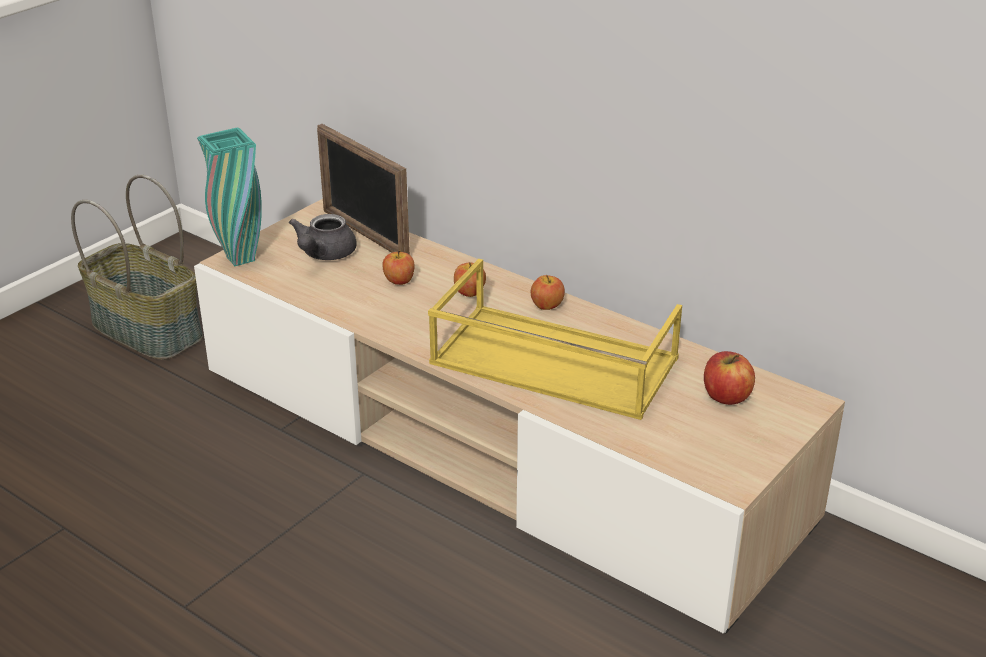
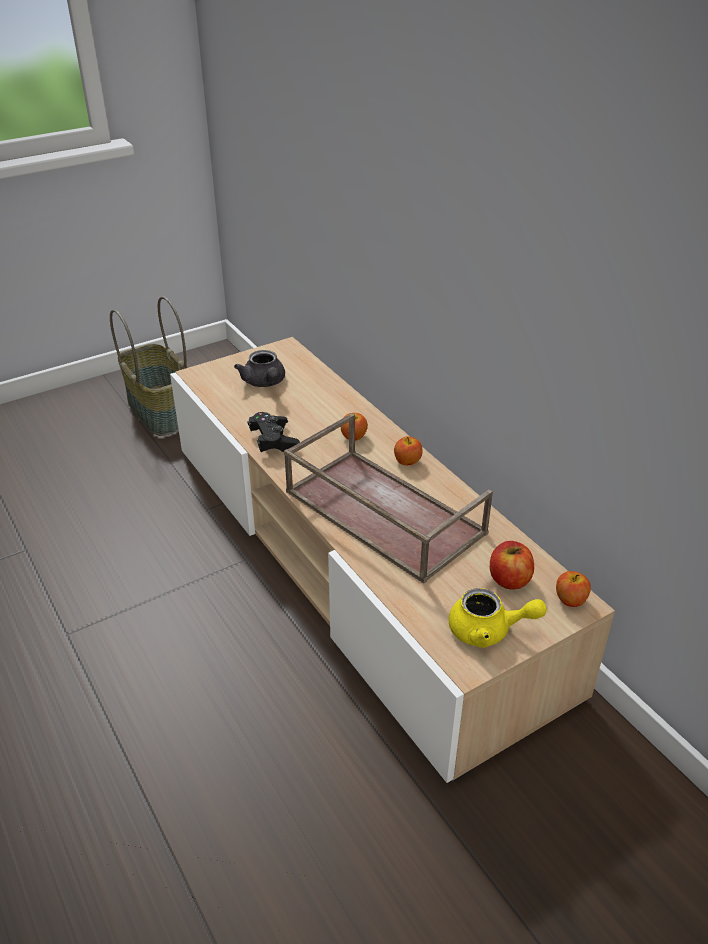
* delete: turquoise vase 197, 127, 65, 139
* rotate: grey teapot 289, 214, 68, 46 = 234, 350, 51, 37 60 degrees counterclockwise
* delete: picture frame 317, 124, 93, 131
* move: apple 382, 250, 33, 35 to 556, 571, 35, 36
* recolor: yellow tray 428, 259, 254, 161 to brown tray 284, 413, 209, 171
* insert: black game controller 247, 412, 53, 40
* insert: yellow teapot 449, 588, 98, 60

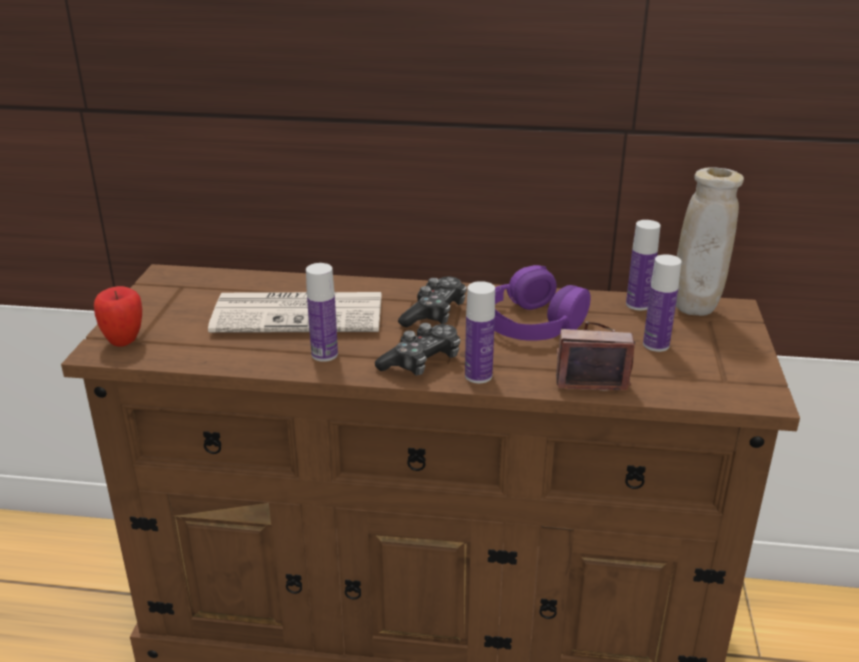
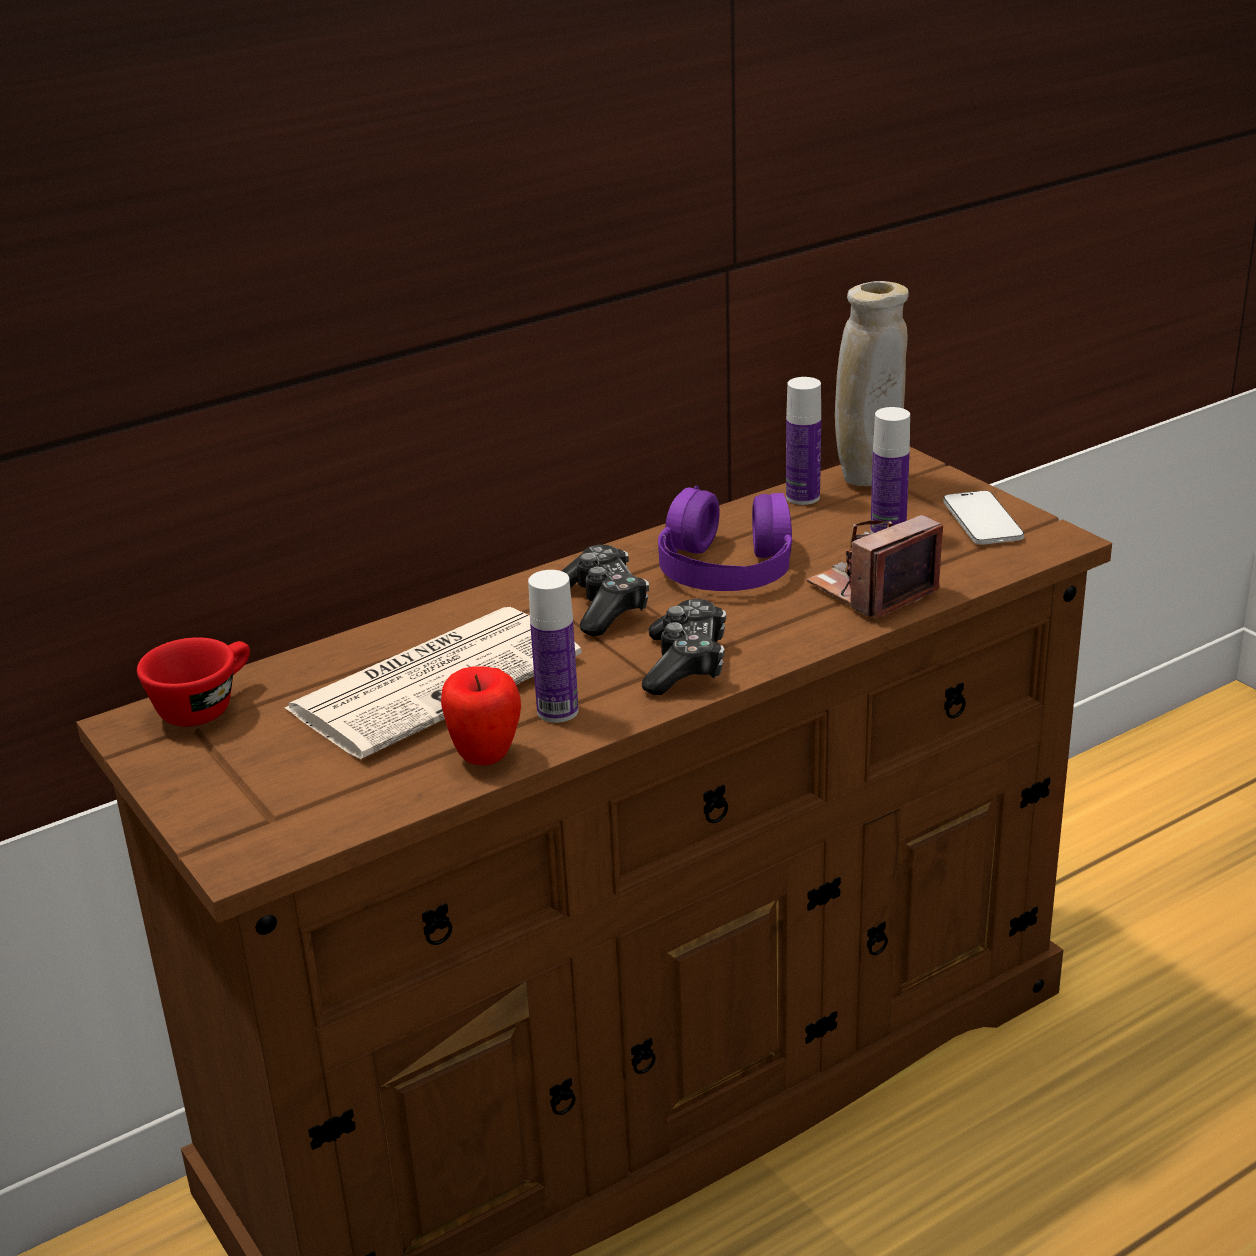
* move: apple 94, 286, 48, 61 to 441, 666, 80, 99
* delete: bottle 465, 281, 30, 102
* insert: red cup 137, 637, 113, 90
* insert: phone 943, 491, 81, 54

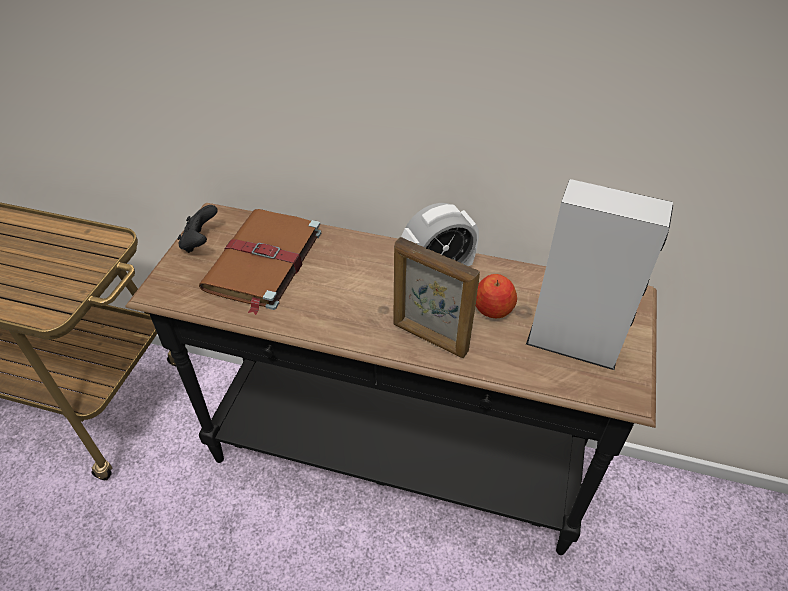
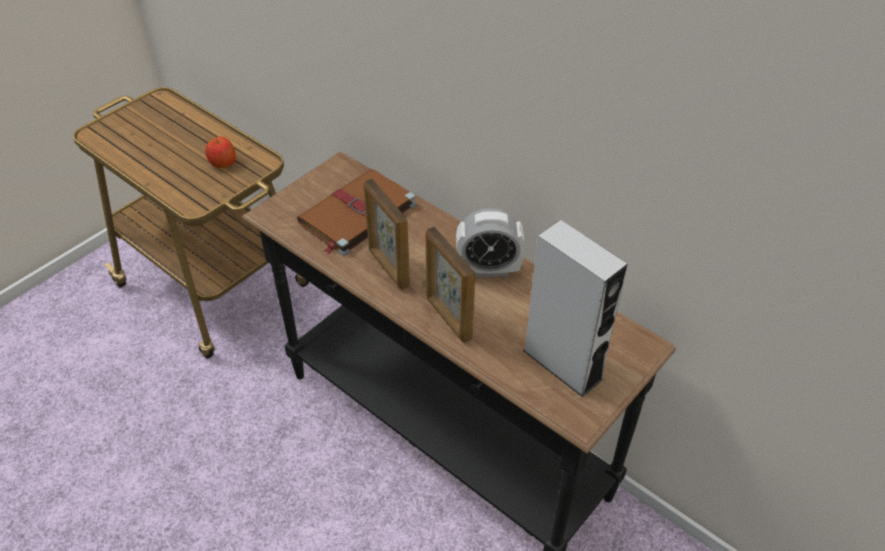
* delete: black game controller 177, 205, 41, 48
* move: apple 476, 274, 41, 44 to 205, 136, 31, 32
* insert: picture frame 364, 179, 46, 111

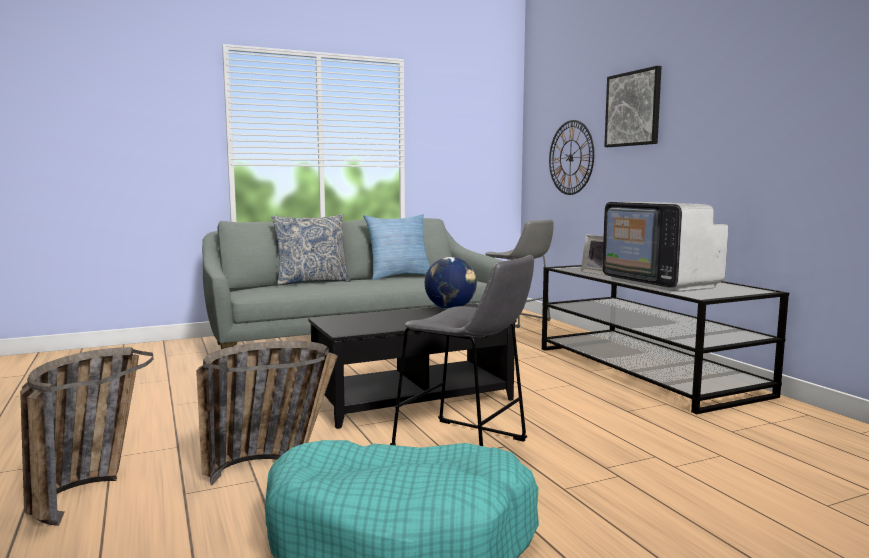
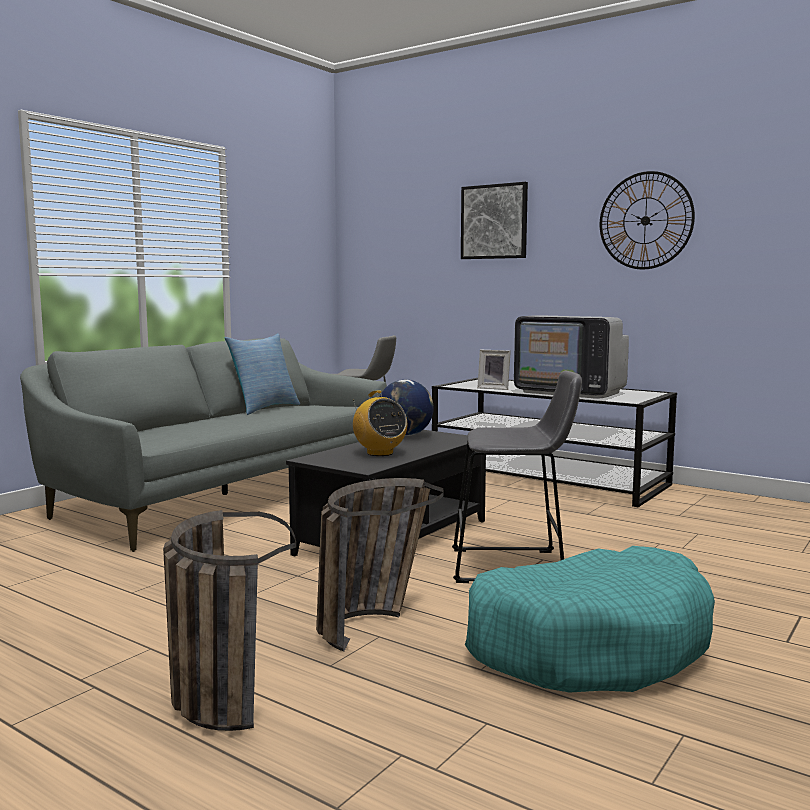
* delete: pillow 272, 214, 79, 71
* move: wall clock 549, 120, 45, 75 to 600, 171, 95, 99
* insert: radio 353, 390, 54, 66

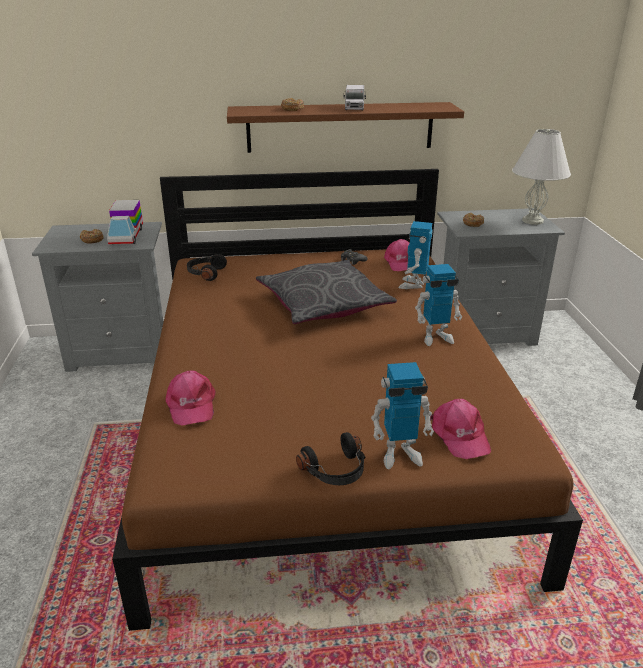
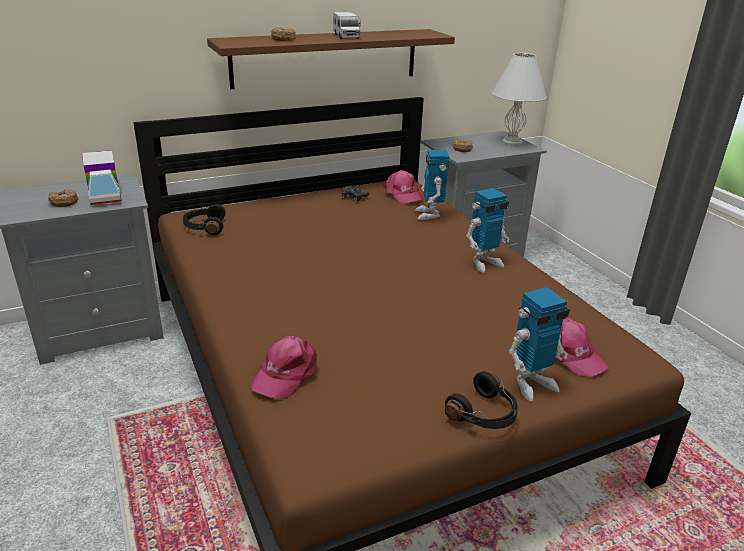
* rotate: pink cap 166, 370, 50, 56 = 251, 336, 66, 63 60 degrees clockwise
* delete: grey pillow 256, 260, 141, 64

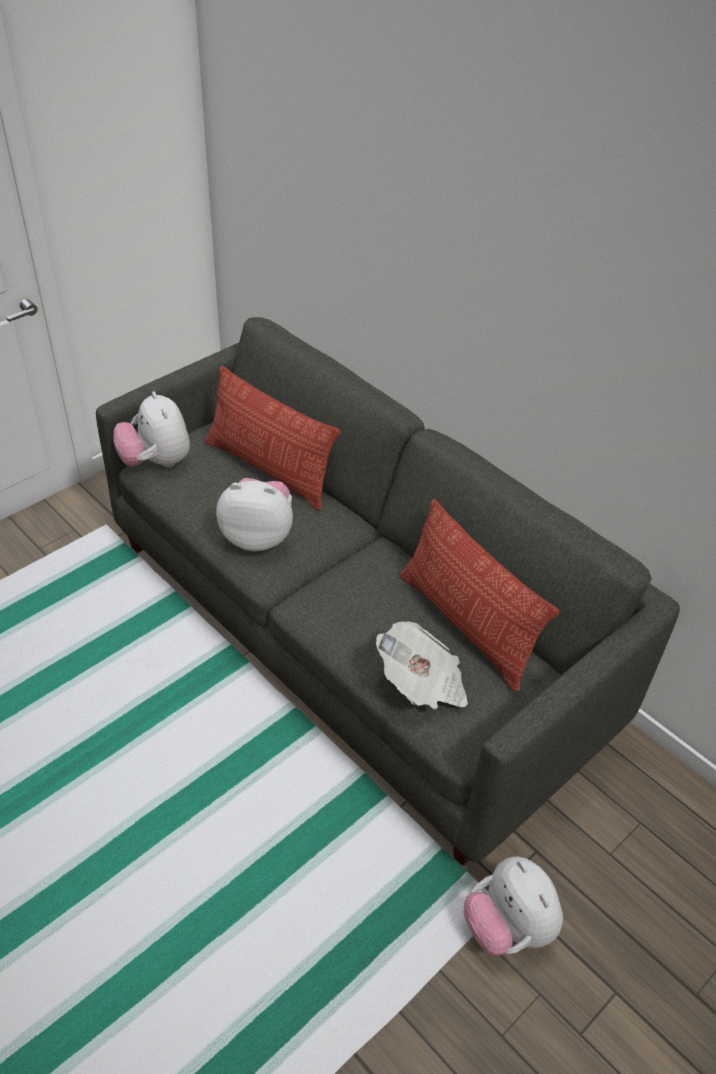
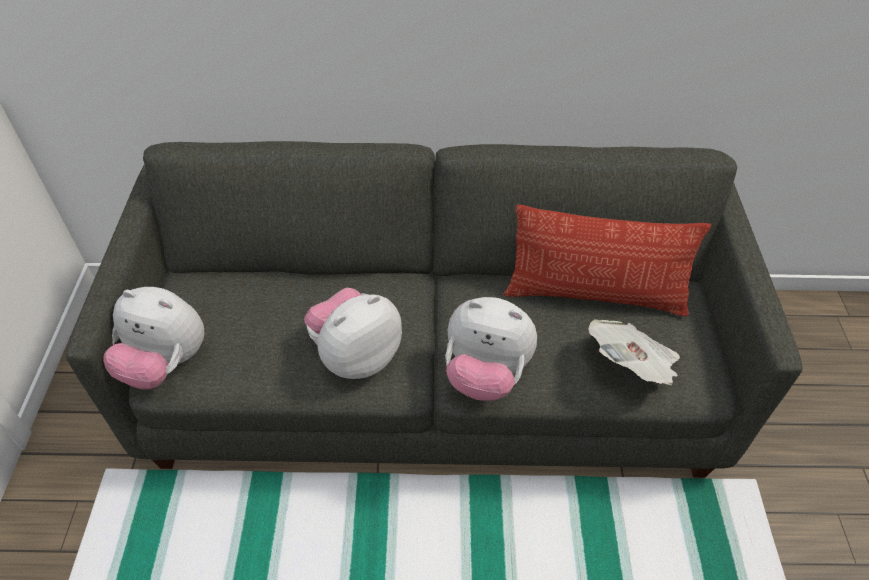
* delete: pillow 205, 365, 135, 145
* move: plush toy 464, 856, 99, 100 to 445, 297, 92, 104

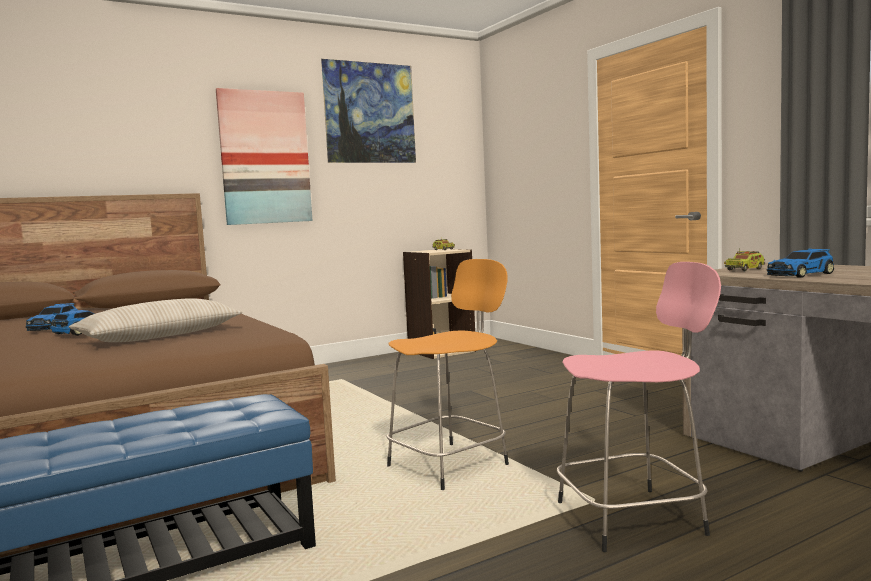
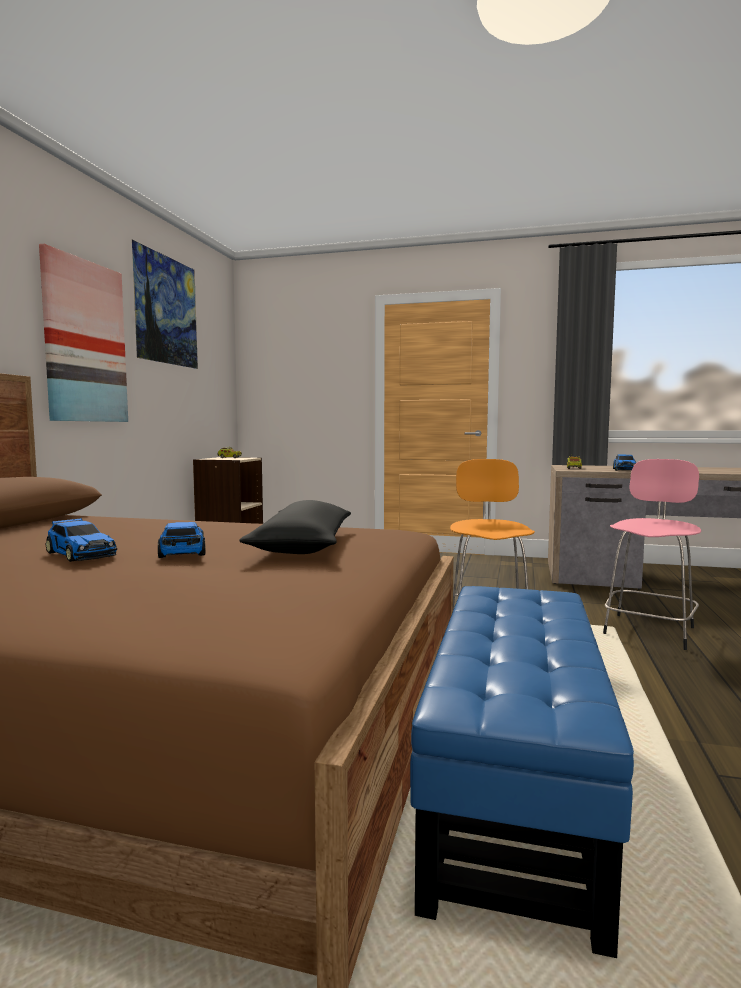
* recolor: beige pillow 69, 298, 173, 44 to black pillow 239, 500, 112, 54

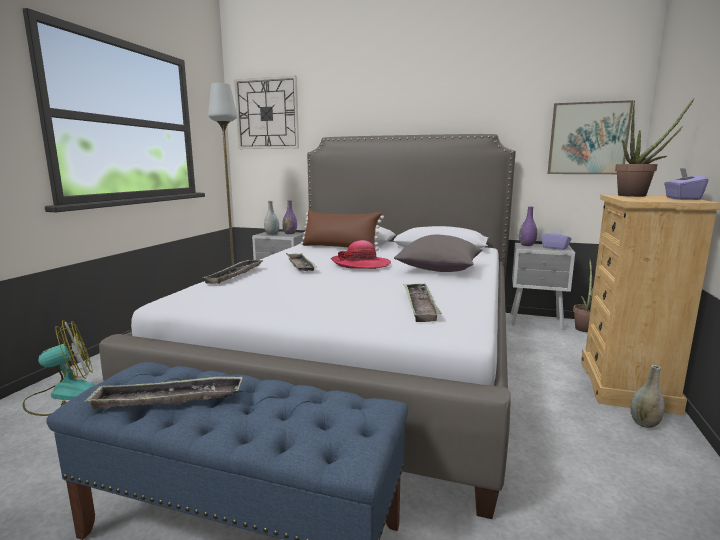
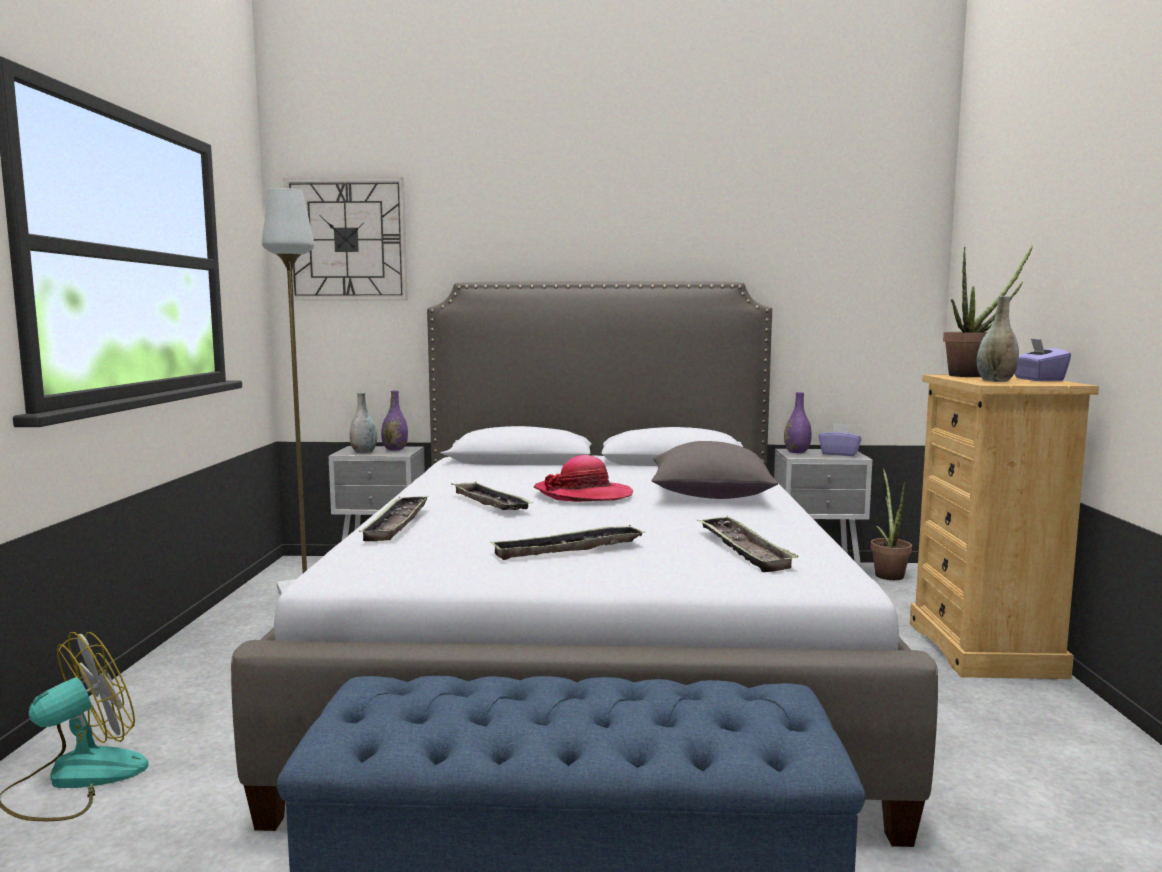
* move: tray 84, 376, 159, 33 to 490, 525, 155, 35
* delete: brown pillow 301, 210, 83, 41
* delete: picture 548, 100, 86, 74
* move: grey vase 630, 365, 35, 63 to 977, 296, 42, 86

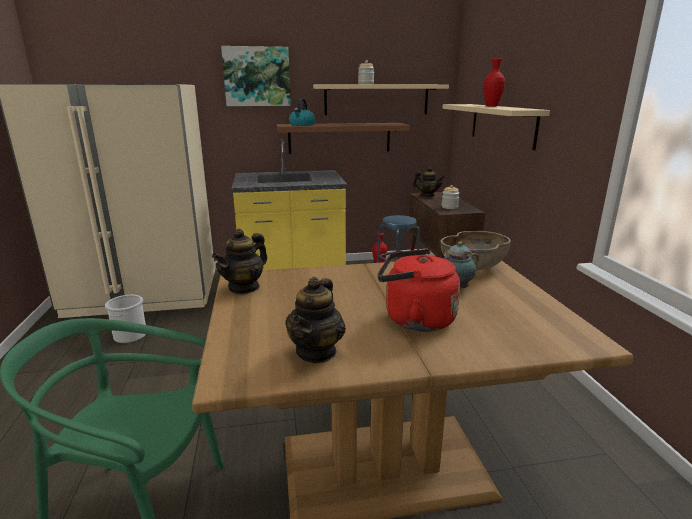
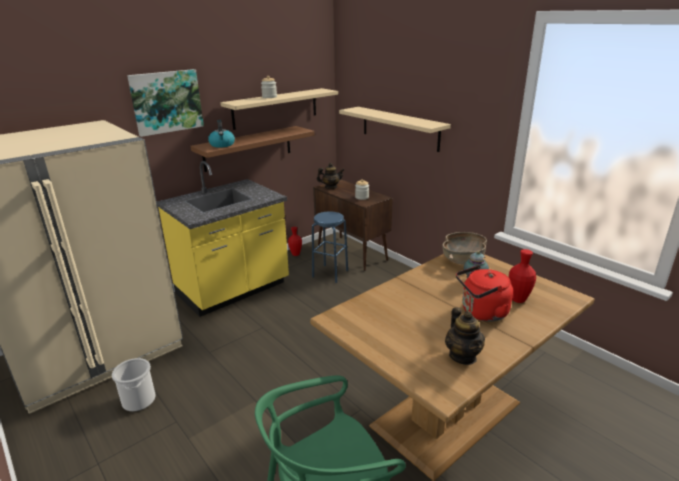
* delete: teapot 212, 228, 55, 66
* move: red vase 483, 58, 22, 48 to 509, 249, 27, 54

